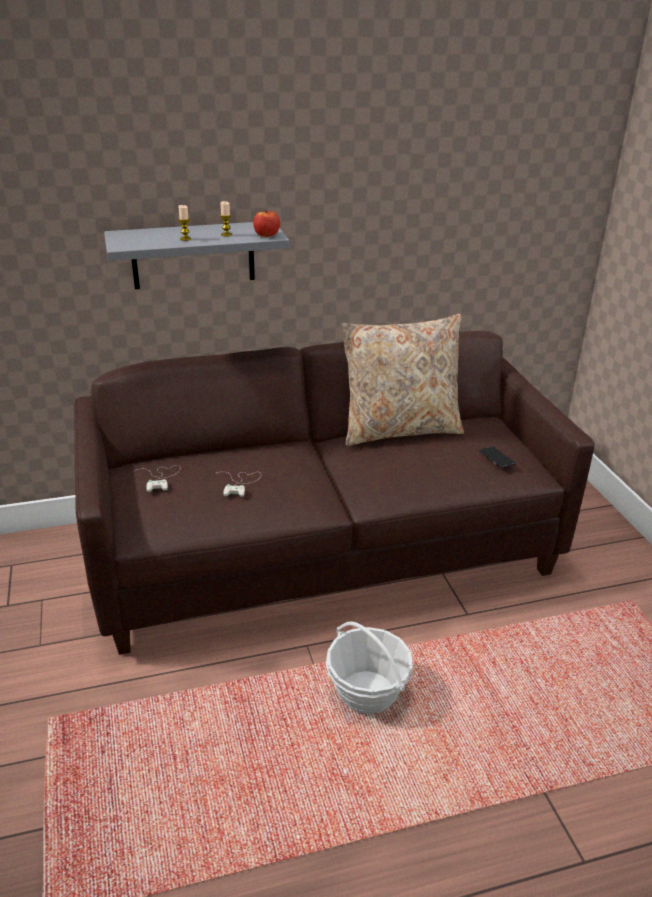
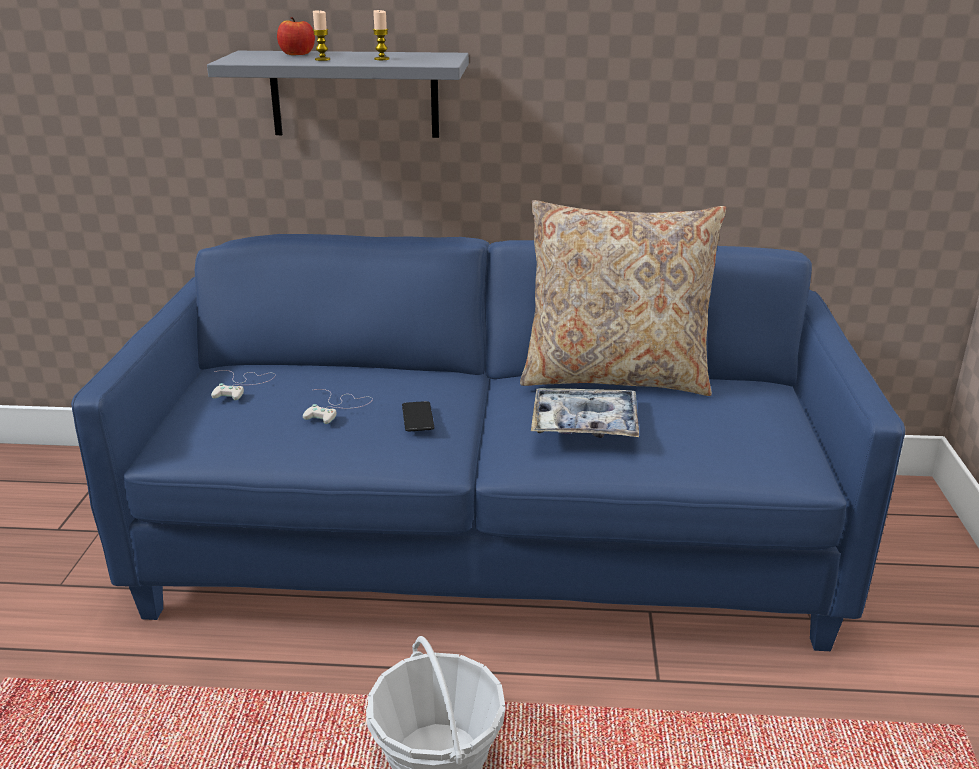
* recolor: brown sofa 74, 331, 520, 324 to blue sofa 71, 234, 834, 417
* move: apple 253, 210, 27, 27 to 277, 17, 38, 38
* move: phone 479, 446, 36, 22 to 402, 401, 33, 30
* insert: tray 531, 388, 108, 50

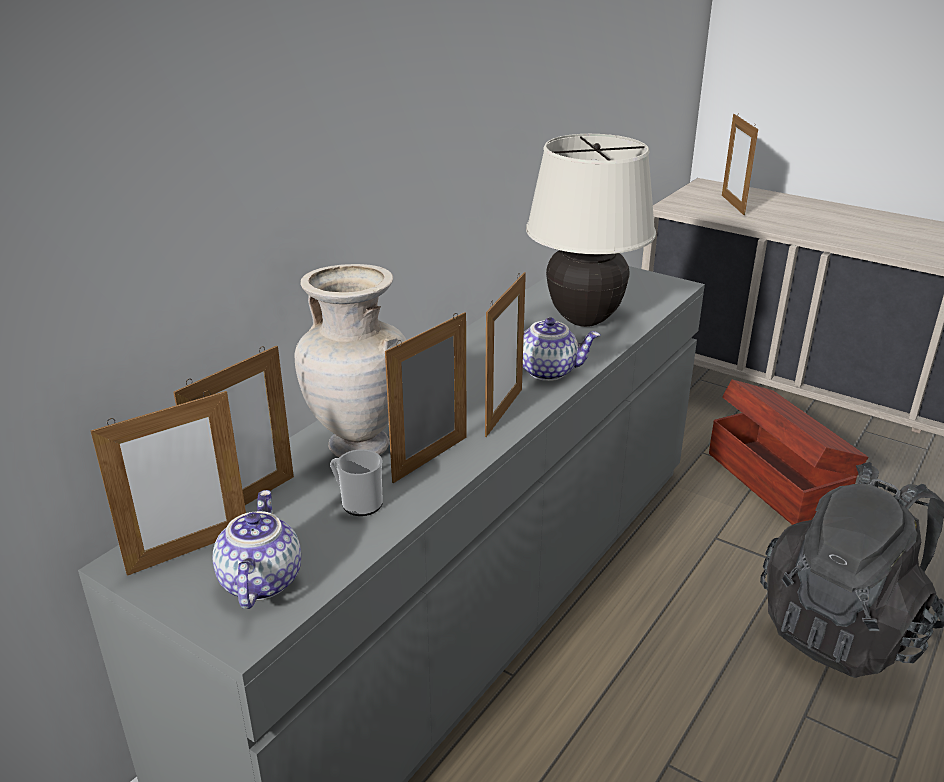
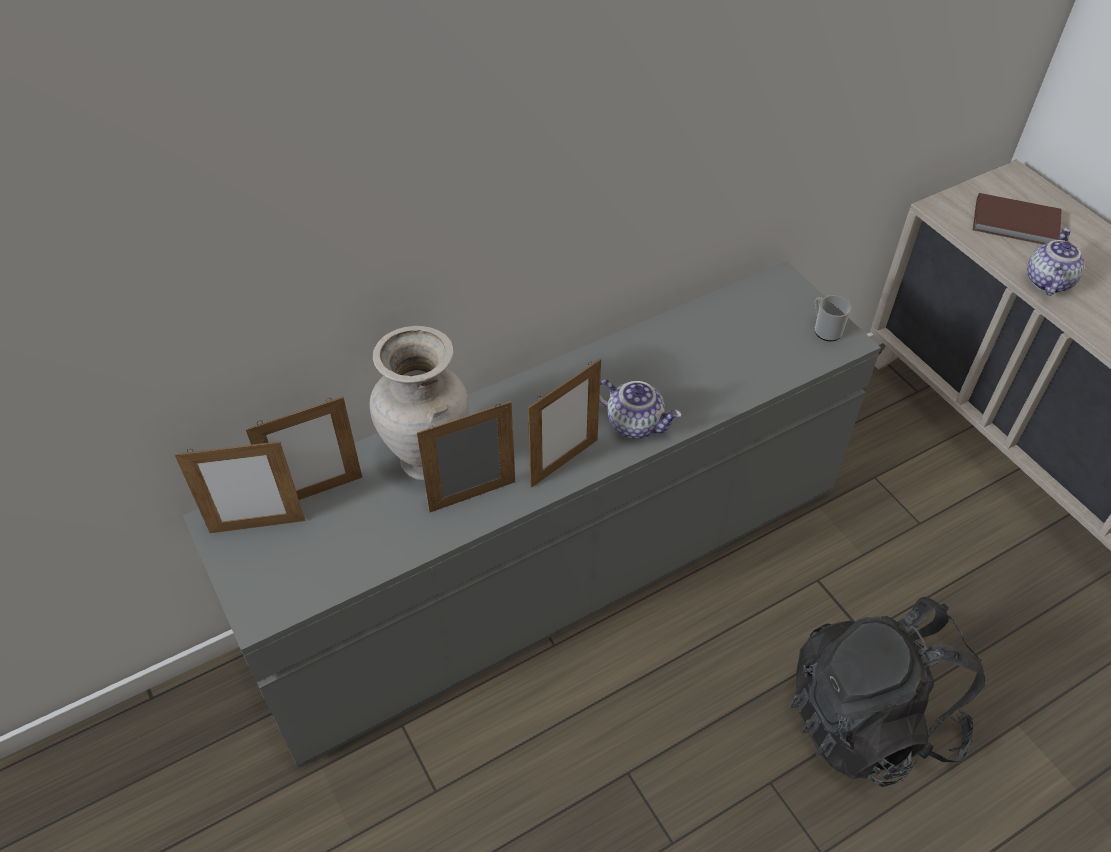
* move: teapot 213, 490, 88, 119 to 1027, 228, 58, 67
* move: mug 330, 449, 53, 67 to 815, 295, 37, 46
* delete: beige table lamp 526, 134, 130, 193
* delete: brown storage box 709, 380, 159, 145
* replace: picture frame 722, 113, 36, 102 to brown book 973, 193, 89, 51

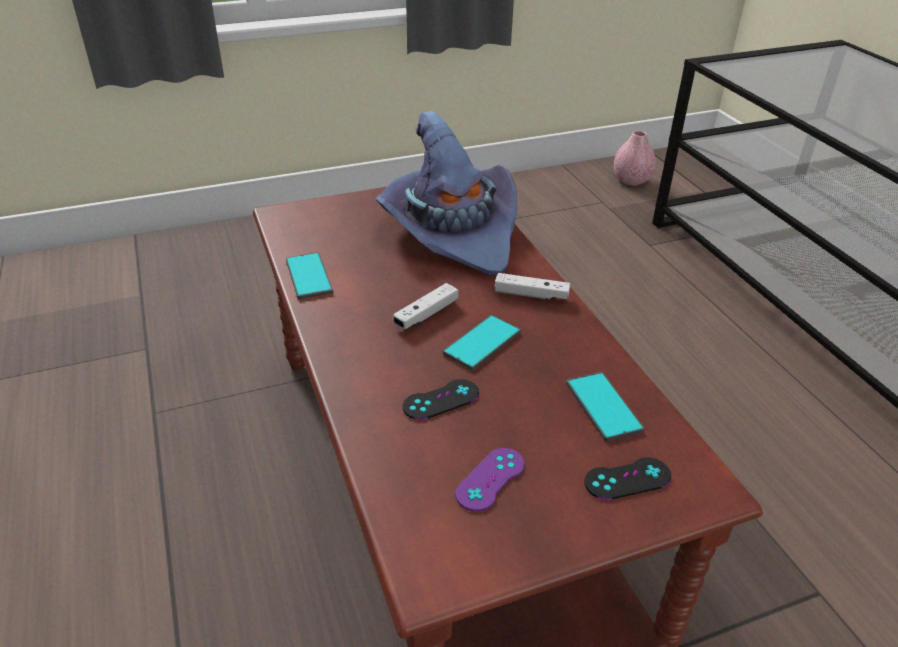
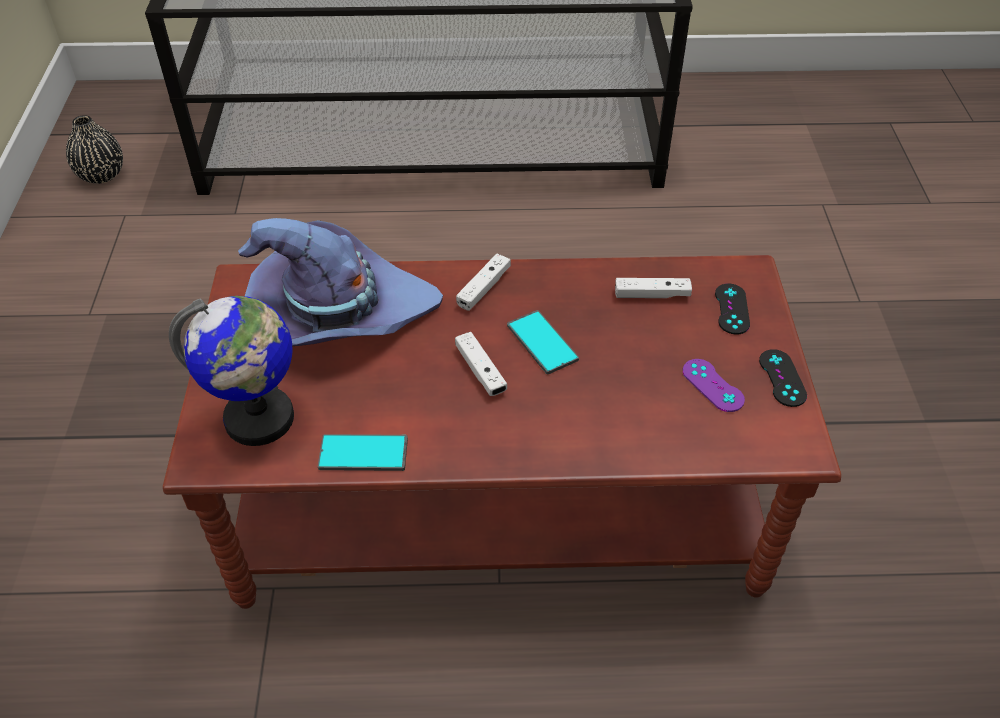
* move: black game controller 403, 379, 76, 41 to 759, 349, 48, 58
* replace: phone 566, 372, 78, 70 to white game controller 615, 278, 77, 20
* recolor: pink vase 614, 131, 42, 55 to black vase 66, 115, 57, 69
* insert: globe 169, 296, 125, 150

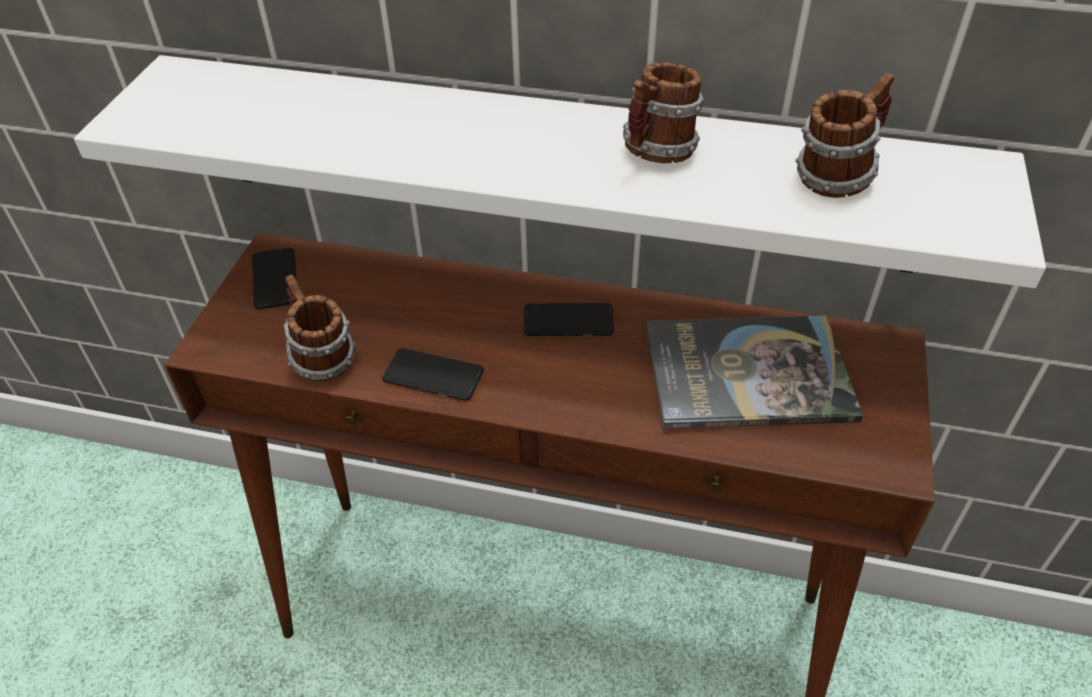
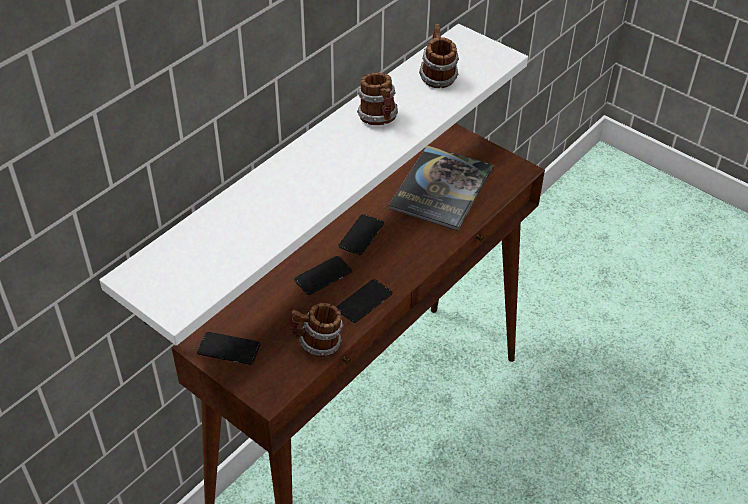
* insert: phone 294, 256, 58, 39

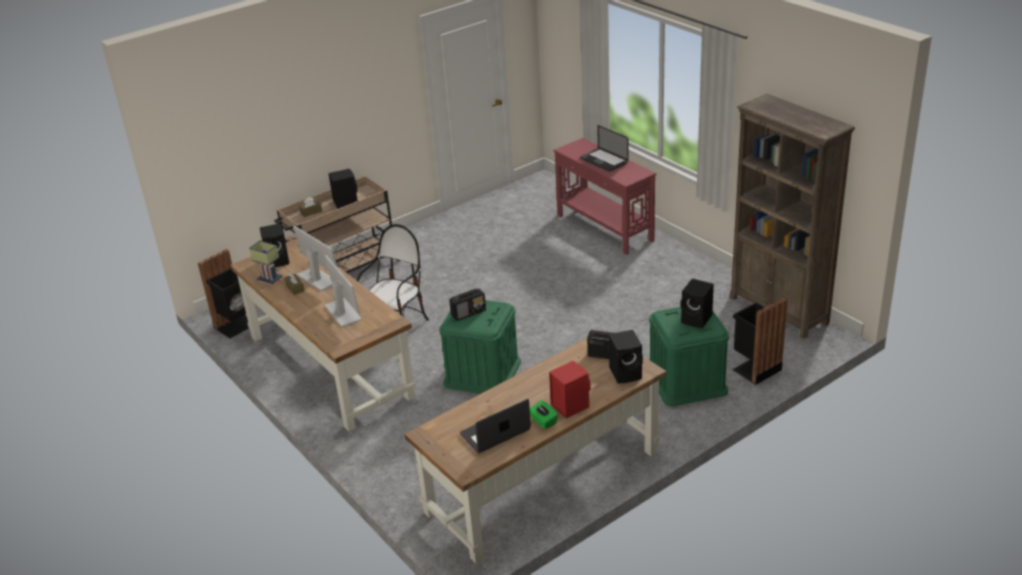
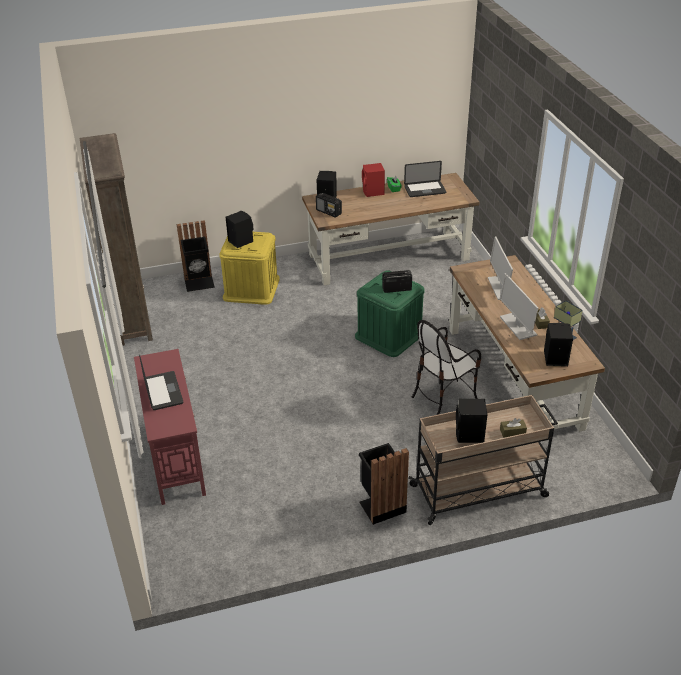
* move: black trash can 198, 249, 51, 89 to 359, 443, 50, 82
* recolor: green storage box 649, 306, 80, 100 to yellow storage box 219, 232, 61, 73

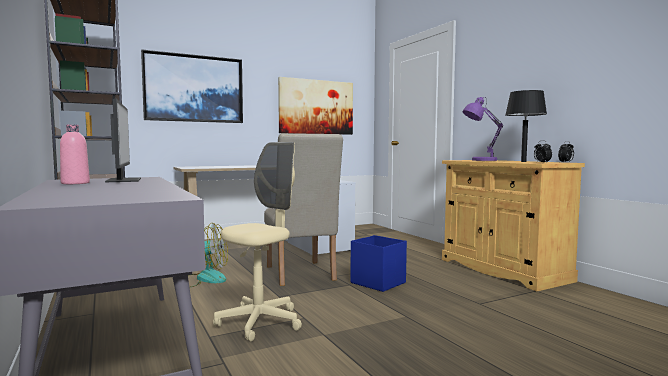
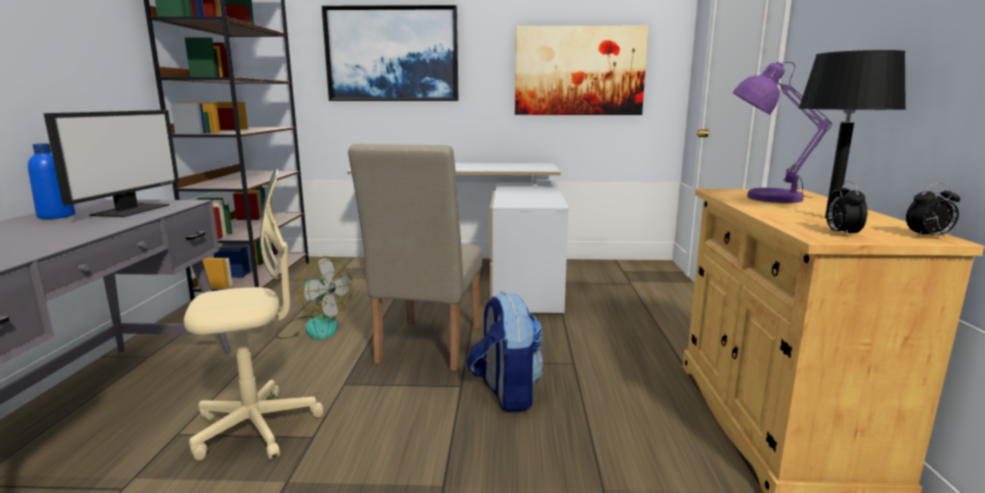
* recolor: pink bottle 60, 124, 30, 60 to blue bottle 28, 143, 47, 76
* replace: blue storage box 350, 235, 57, 57 to backpack 467, 292, 76, 120

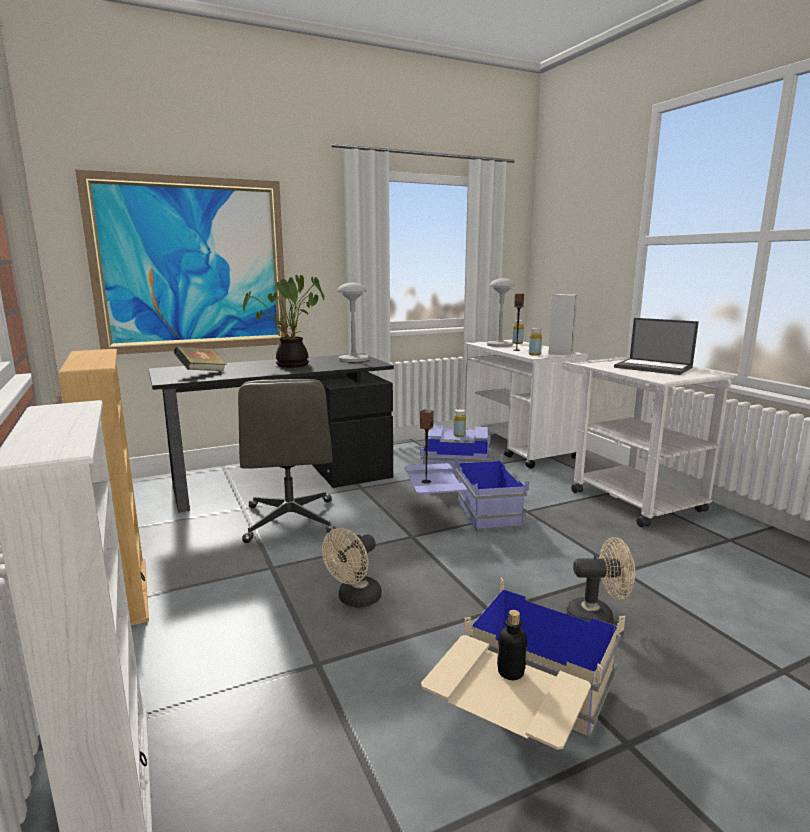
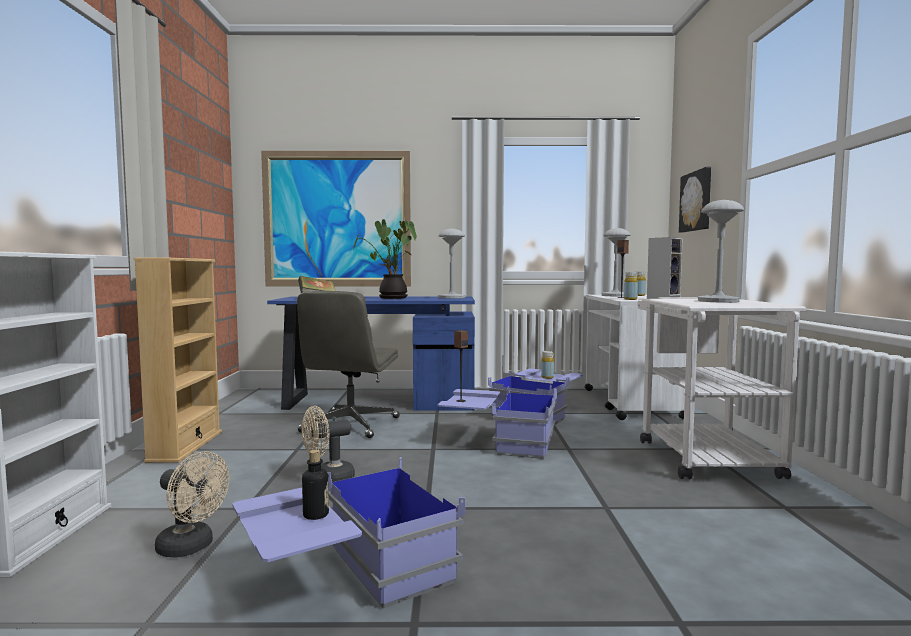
* recolor: black desk 149, 353, 245, 160 to blue desk 267, 296, 208, 115
* recolor: beige storage box 421, 578, 204, 172 to blue storage box 232, 457, 233, 151
* move: beige fan 566, 537, 69, 87 to 155, 452, 75, 106
* replace: laptop 614, 318, 85, 57 to grey table lamp 697, 200, 47, 103
* insert: picture 679, 167, 32, 66

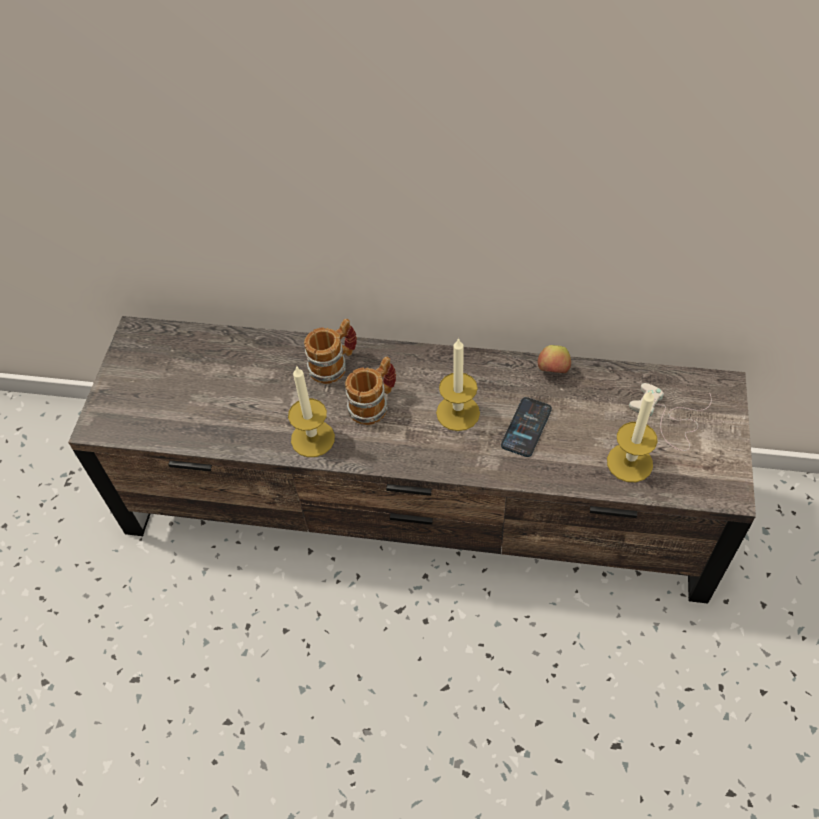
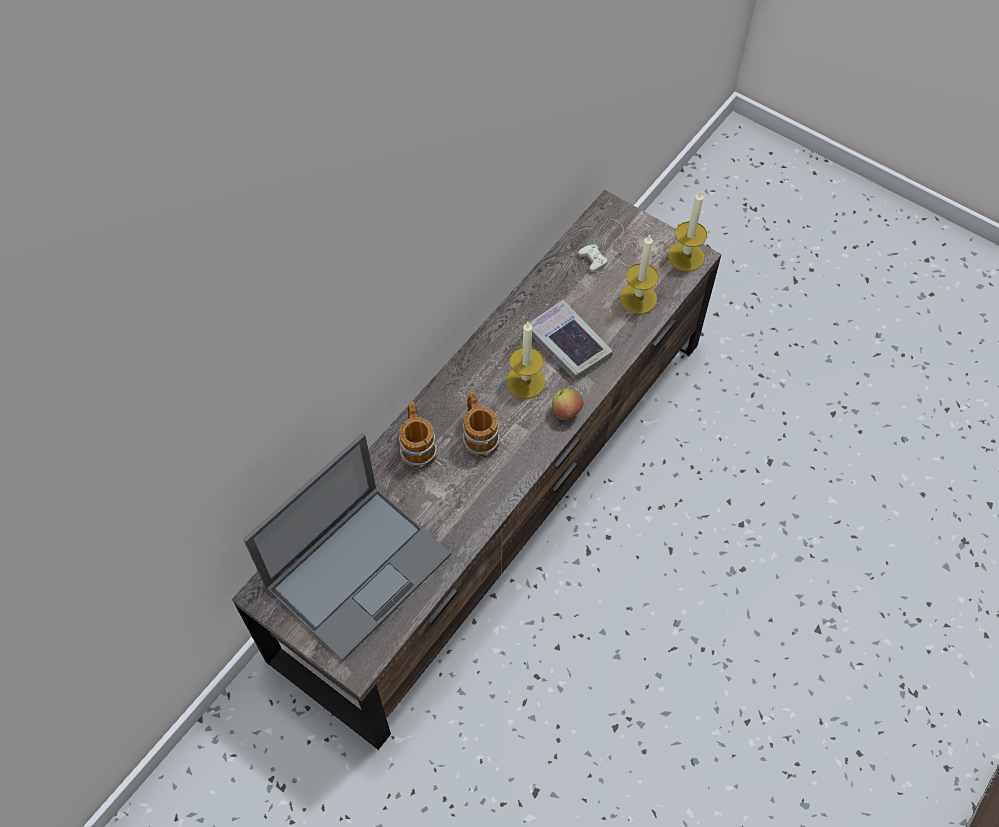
* move: candle 288, 365, 47, 92 to 668, 191, 39, 81
* replace: phone 501, 397, 51, 60 to book 529, 300, 84, 80
* move: apple 538, 345, 33, 28 to 552, 388, 32, 32
* insert: laptop 243, 433, 208, 228

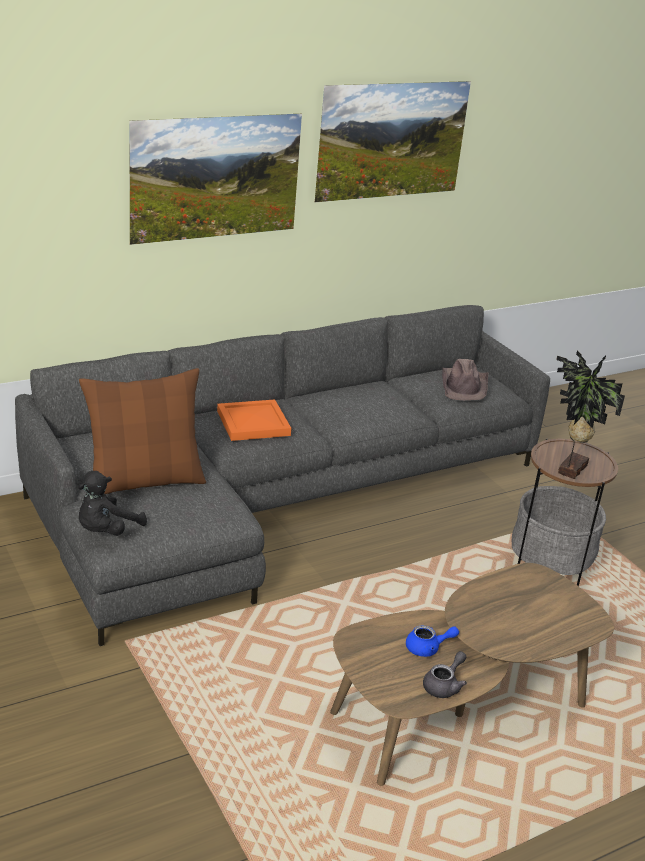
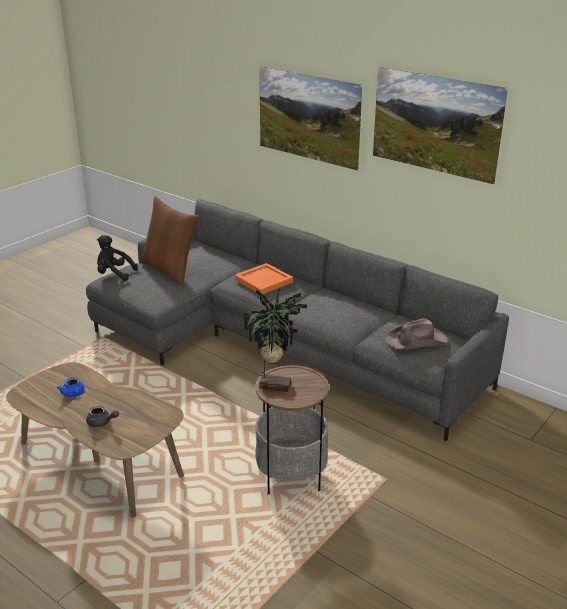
* move: grey teapot 423, 651, 44, 47 to 86, 406, 33, 21

